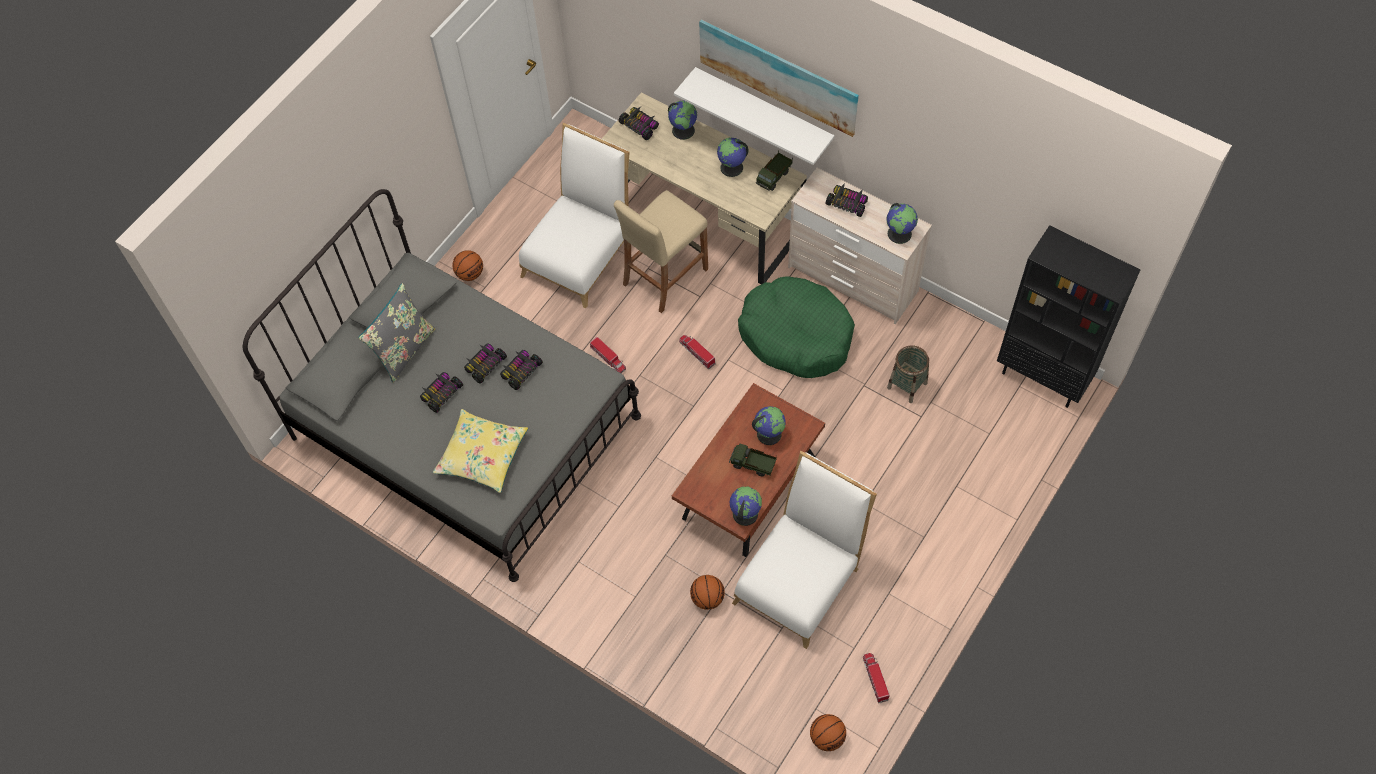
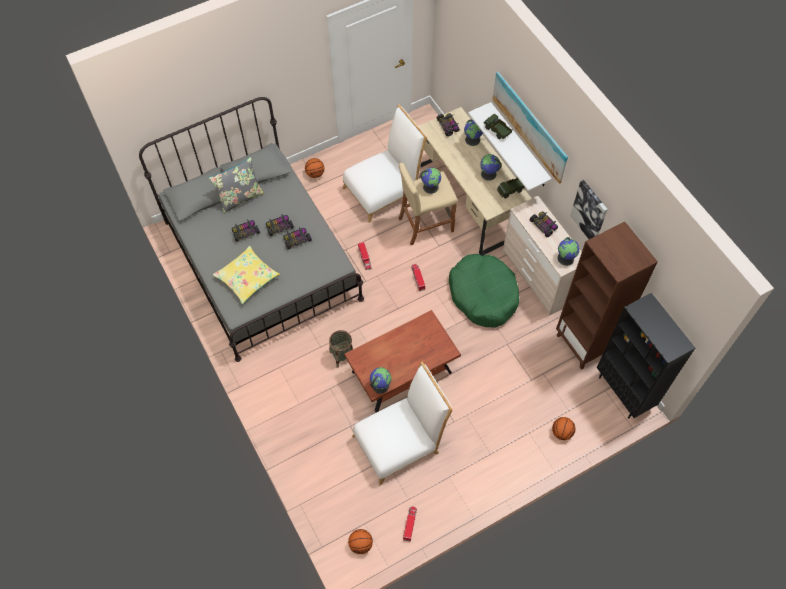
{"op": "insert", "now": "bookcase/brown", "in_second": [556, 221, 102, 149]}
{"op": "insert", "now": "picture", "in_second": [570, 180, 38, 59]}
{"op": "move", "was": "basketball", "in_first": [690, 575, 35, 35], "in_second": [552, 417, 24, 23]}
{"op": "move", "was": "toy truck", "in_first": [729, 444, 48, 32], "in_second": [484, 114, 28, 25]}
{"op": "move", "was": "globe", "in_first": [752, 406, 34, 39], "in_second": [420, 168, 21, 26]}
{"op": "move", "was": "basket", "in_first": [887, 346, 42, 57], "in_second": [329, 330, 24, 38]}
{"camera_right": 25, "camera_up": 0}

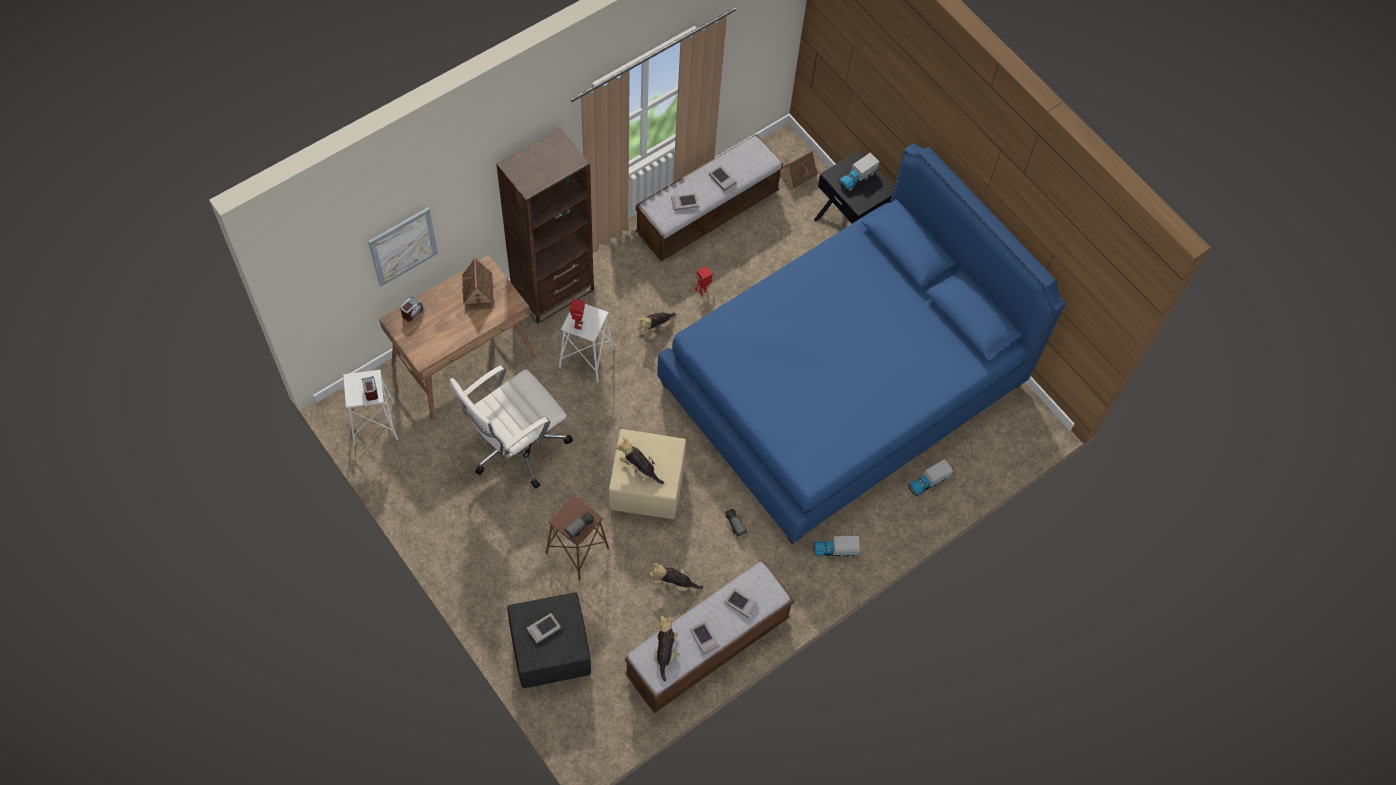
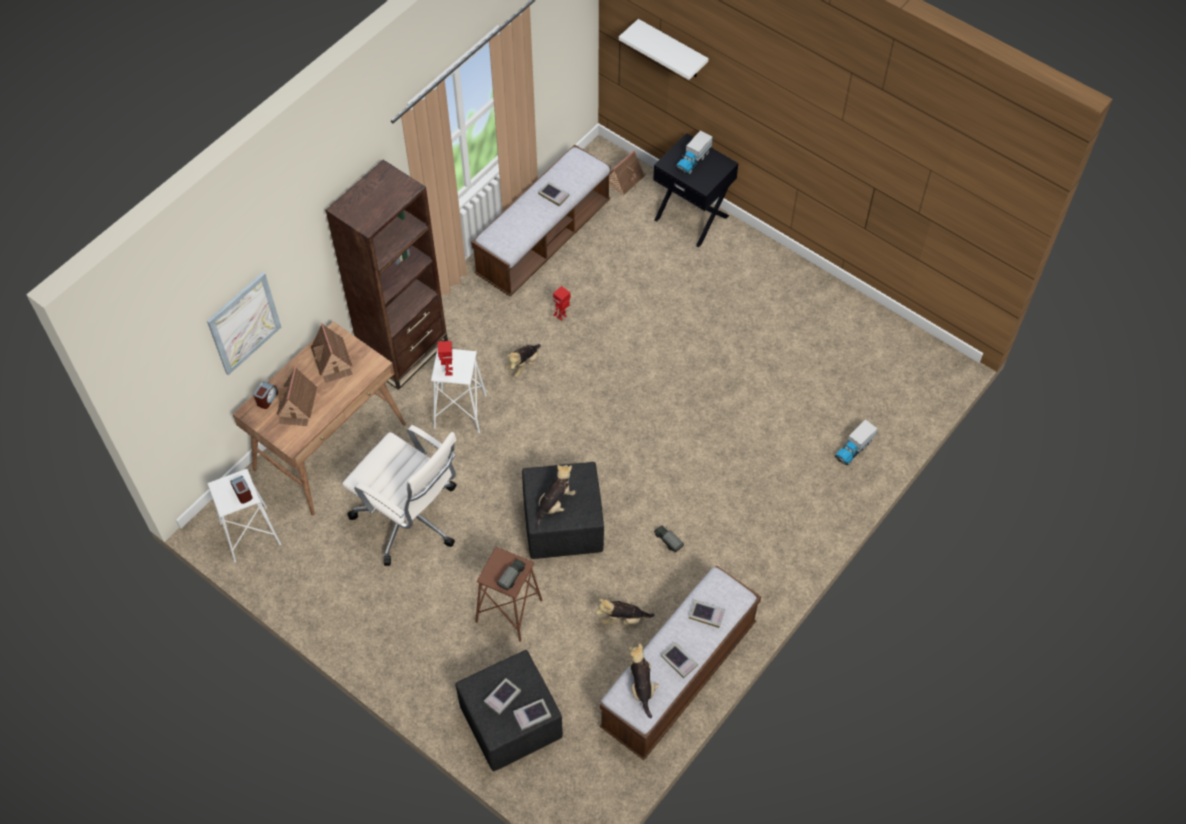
{"op": "delete", "was": "bed/blue", "in_first": [657, 144, 409, 400]}
{"op": "delete", "was": "toy truck", "in_first": [813, 536, 47, 22]}
{"op": "insert", "now": "toy house", "in_second": [277, 366, 40, 60]}
{"op": "insert", "now": "shelf/white", "in_second": [619, 19, 90, 61]}
{"op": "move", "was": "book", "in_first": [671, 193, 28, 18], "in_second": [513, 698, 38, 32]}
{"op": "recolor", "was": "ottoman/beige", "now": "ottoman/black", "in_first": [609, 429, 77, 90], "in_second": [522, 462, 82, 97]}
{"op": "rotate", "was": "office chair/white", "in_first": [450, 365, 123, 123], "in_second": [342, 425, 115, 141], "clockwise": -90}
{"op": "rotate", "was": "plush toy", "in_first": [616, 438, 48, 46], "in_second": [536, 465, 40, 62], "clockwise": 105}
{"camera_right": -10, "camera_up": -5}

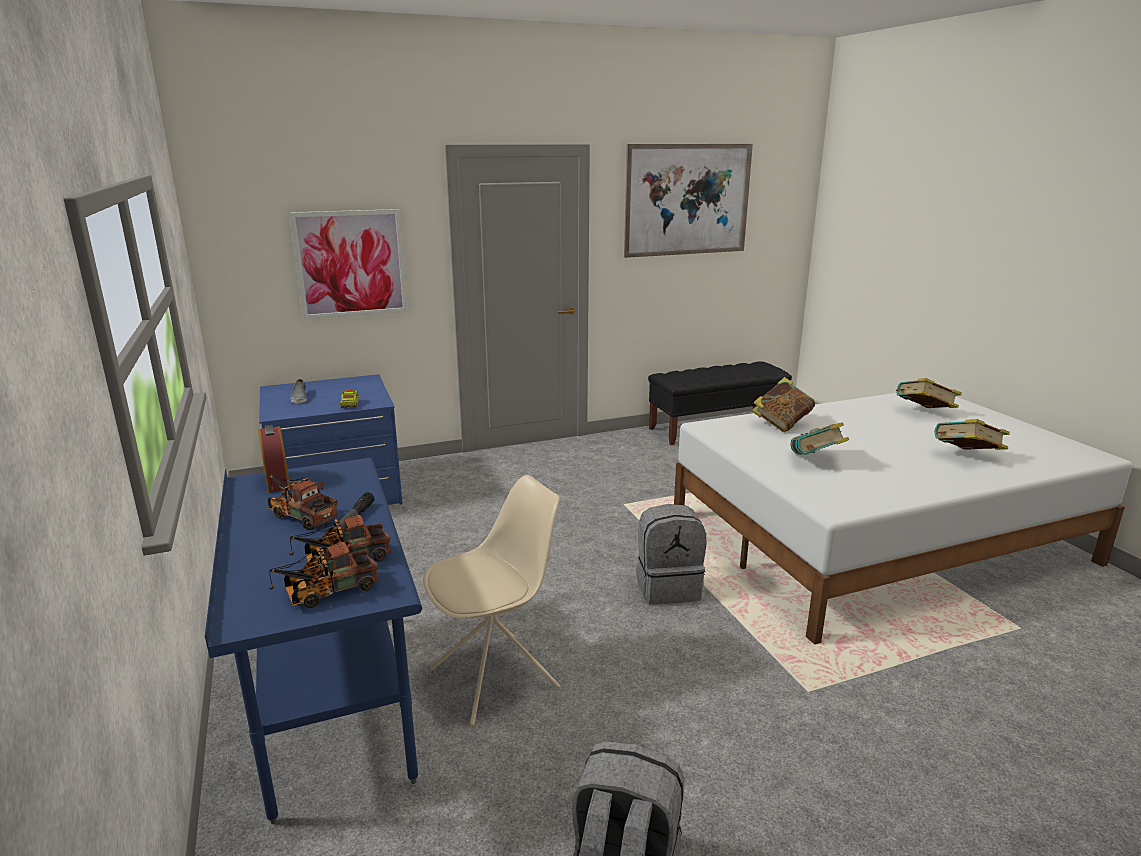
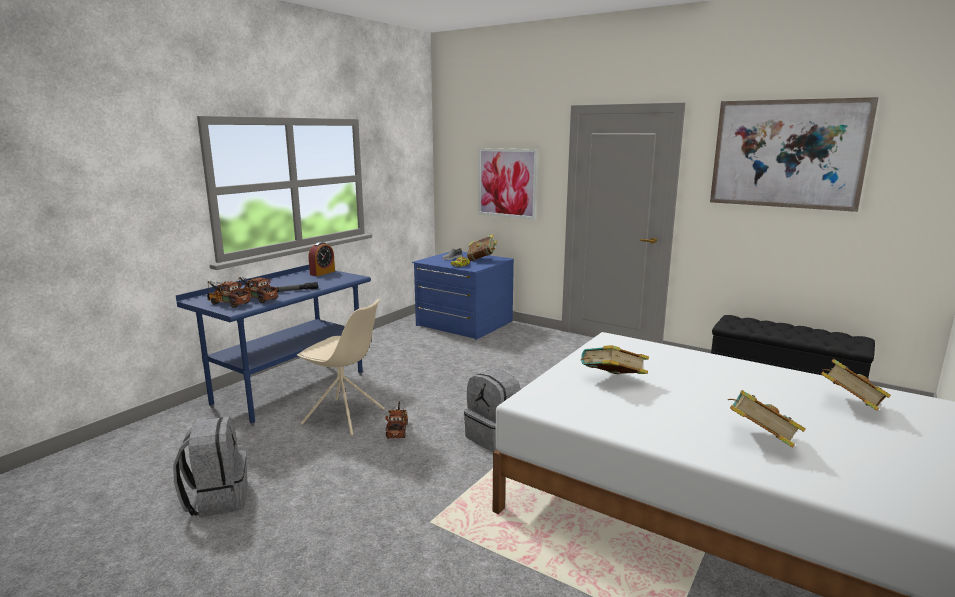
{"op": "move", "was": "toy truck", "in_first": [268, 474, 70, 56], "in_second": [385, 400, 23, 39]}
{"op": "move", "was": "book", "in_first": [752, 377, 63, 55], "in_second": [467, 234, 30, 27]}
{"camera_right": 55, "camera_up": -5}

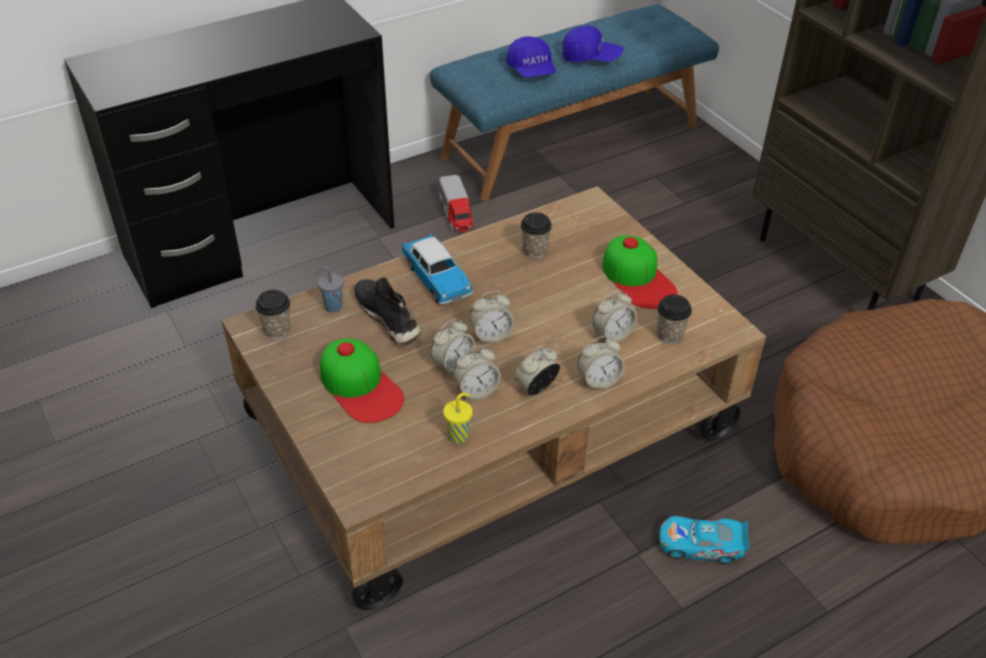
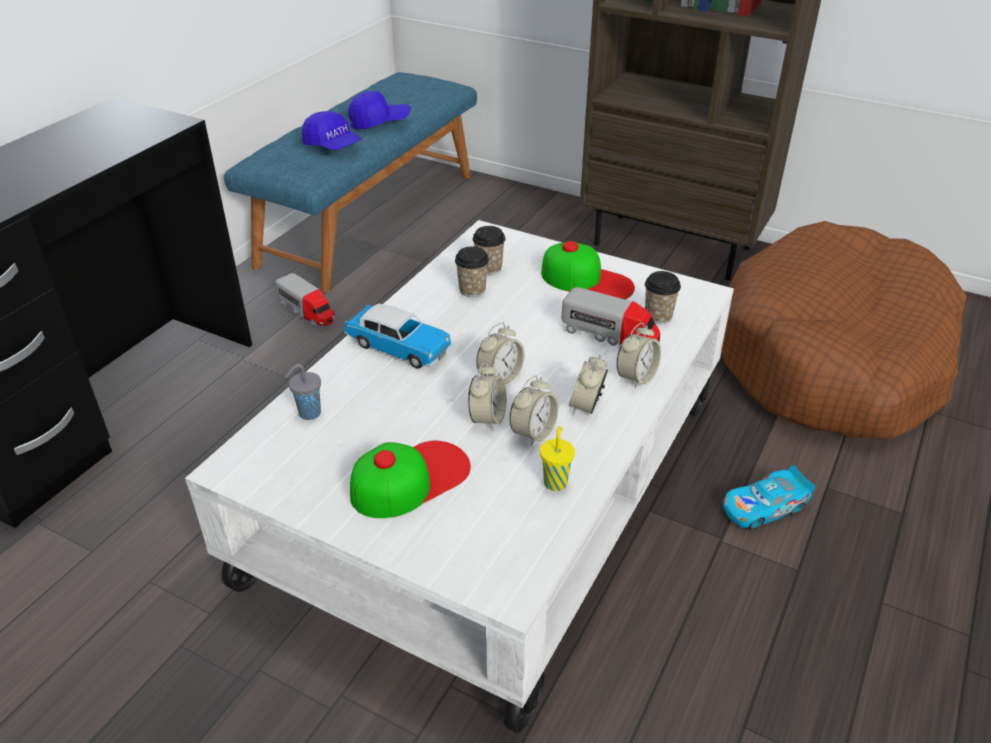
{"op": "delete", "was": "shoe/black", "in_first": [354, 277, 67, 69]}
{"op": "move", "was": "cup", "in_first": [256, 290, 35, 49], "in_second": [473, 226, 33, 49]}
{"op": "replace", "was": "alarm clock", "now": "toy truck", "in_first": [593, 290, 44, 52], "in_second": [562, 287, 98, 59]}
{"op": "recolor", "was": "coffee table/brown", "now": "coffee table/white", "in_first": [222, 186, 544, 424], "in_second": [185, 220, 549, 514]}
{"op": "rotate", "was": "cap", "in_first": [320, 339, 84, 84], "in_second": [350, 441, 121, 77], "clockwise": -60}
{"camera_right": -30, "camera_up": -5}

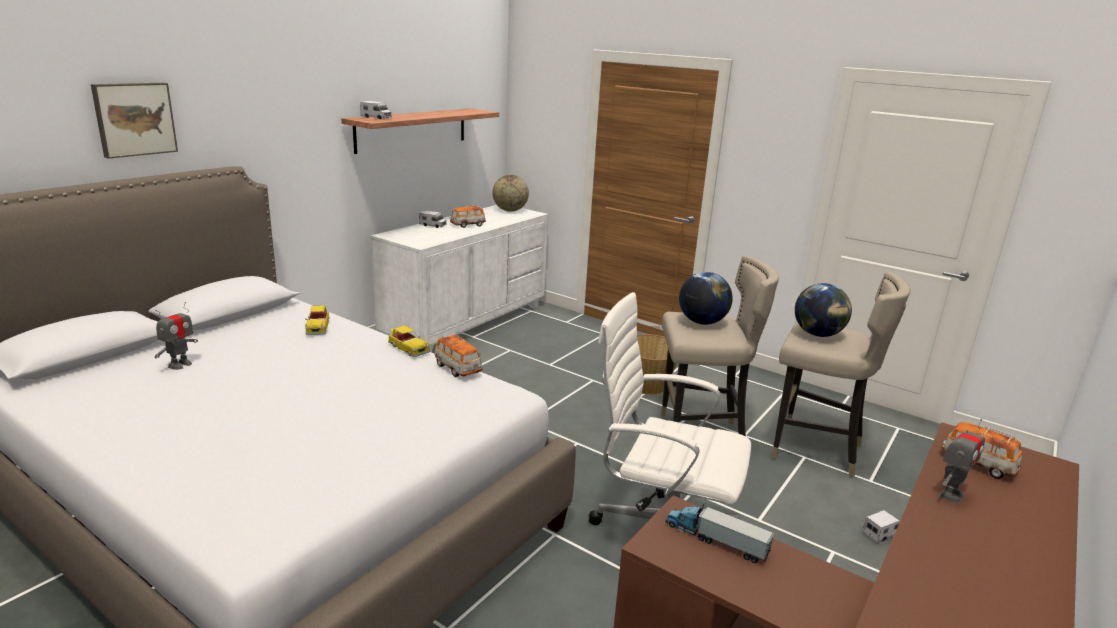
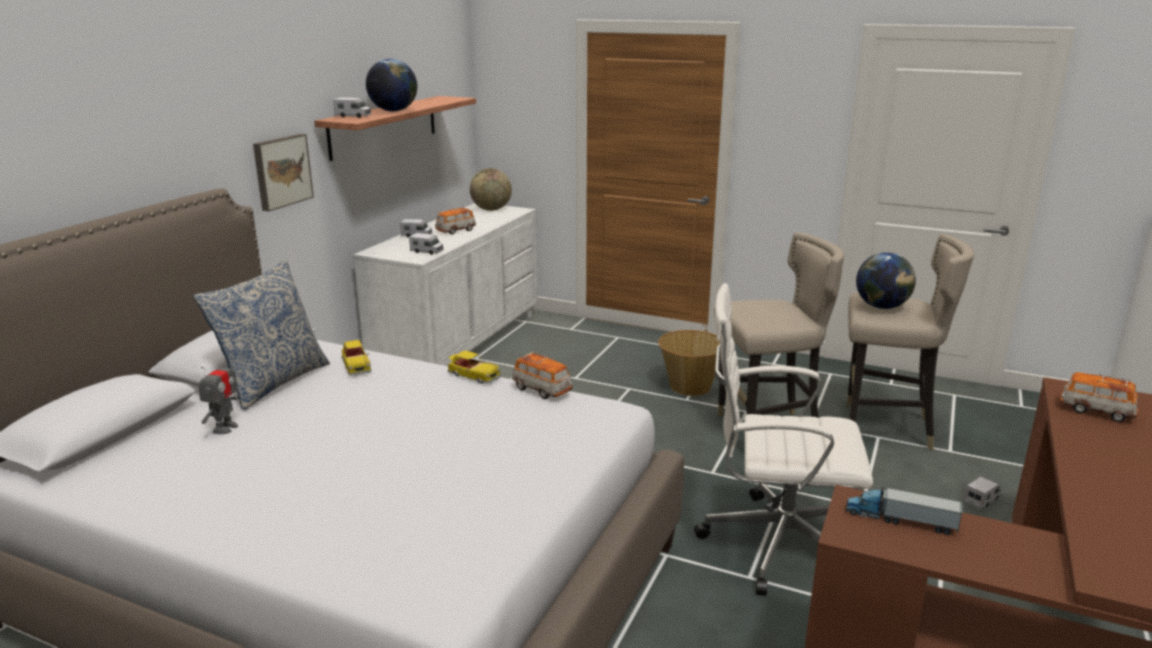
{"op": "delete", "was": "toy robot", "in_first": [939, 419, 46, 83]}
{"op": "insert", "now": "pillow", "in_second": [193, 260, 137, 150]}
{"op": "insert", "now": "toy truck", "in_second": [409, 233, 35, 22]}
{"op": "move", "was": "picture", "in_first": [91, 83, 87, 76], "in_second": [253, 134, 61, 78]}
{"op": "move", "was": "globe", "in_first": [679, 272, 54, 53], "in_second": [366, 59, 51, 52]}
{"camera_right": -10, "camera_up": 0}

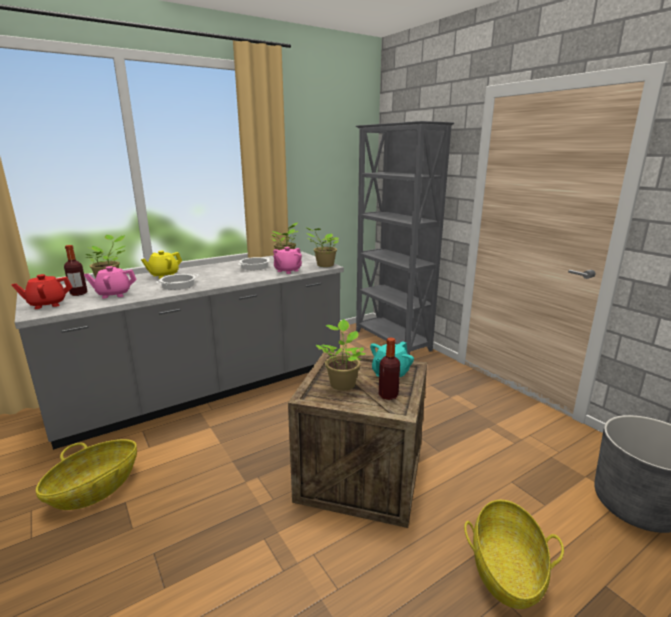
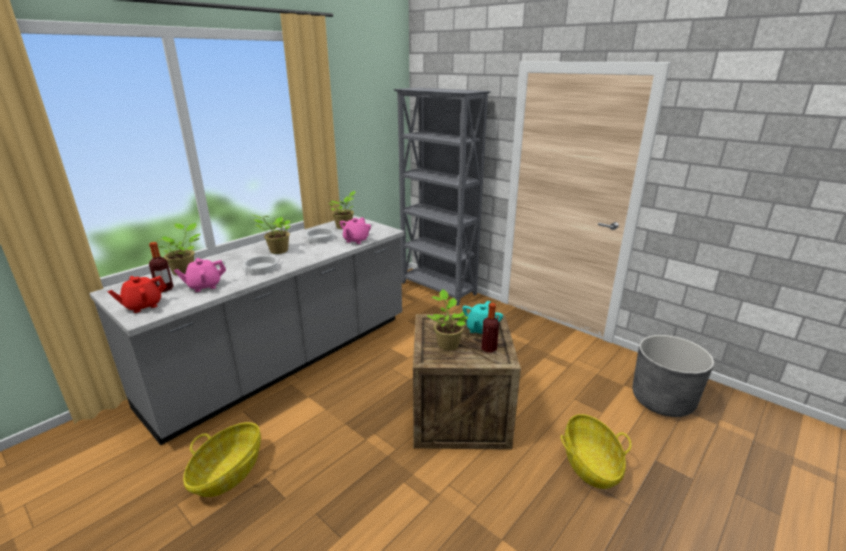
{"op": "delete", "was": "teapot/yellow", "in_first": [141, 251, 41, 28]}
{"op": "move", "was": "potted plant", "in_first": [306, 227, 33, 40], "in_second": [253, 215, 37, 39]}
{"camera_right": -15, "camera_up": 5}

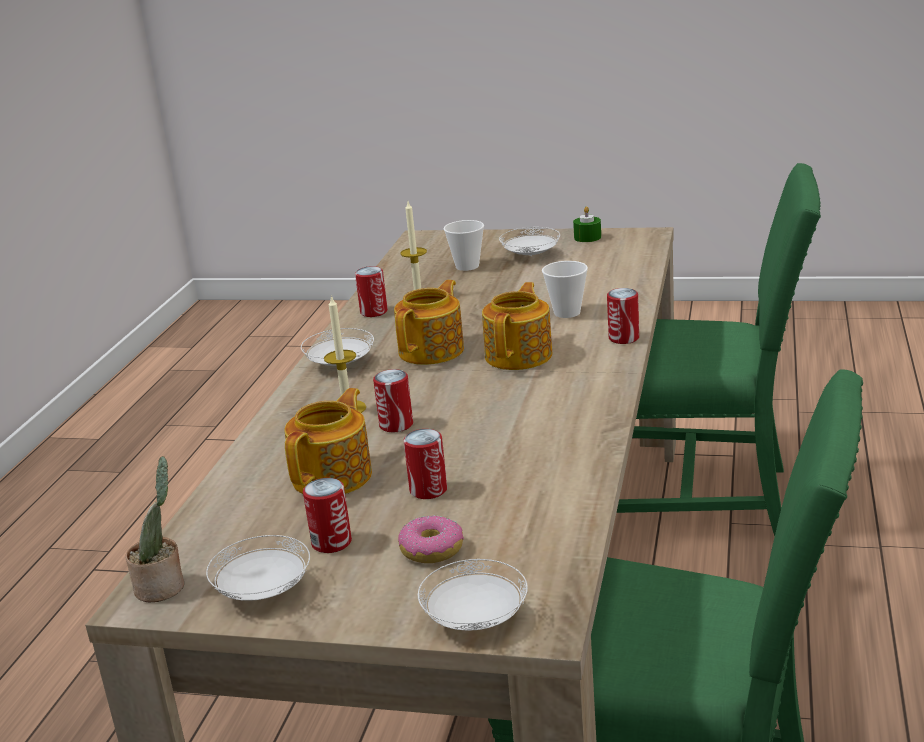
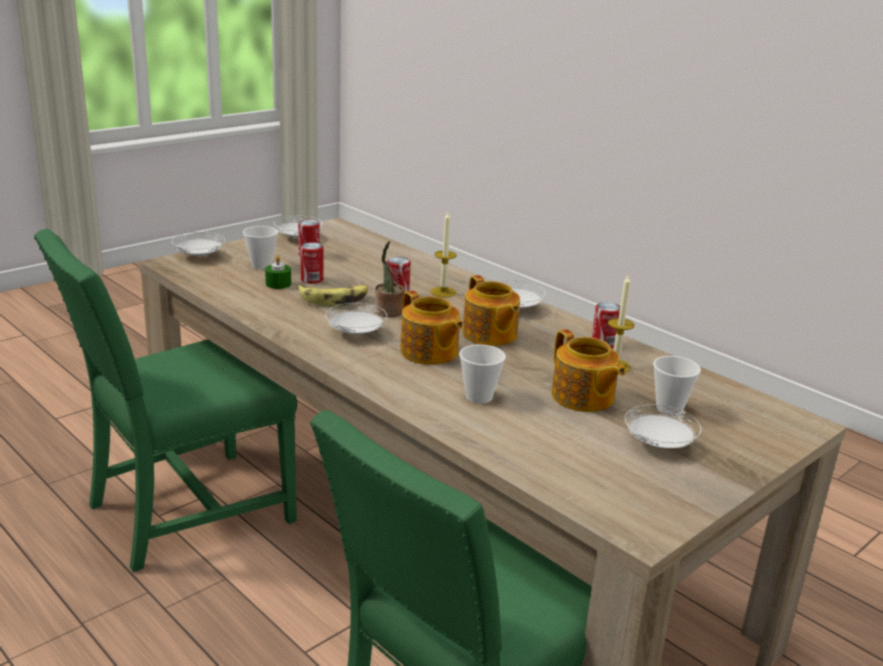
{"op": "delete", "was": "can", "in_first": [607, 288, 32, 56]}
{"op": "insert", "now": "banana", "in_second": [297, 285, 71, 22]}
{"op": "insert", "now": "plate/white", "in_second": [325, 303, 62, 31]}
{"op": "move", "was": "potted plant", "in_first": [126, 456, 58, 146], "in_second": [375, 241, 29, 76]}
{"op": "move", "was": "teapot", "in_first": [285, 388, 87, 106], "in_second": [552, 329, 73, 83]}
{"op": "move", "was": "candle/green", "in_first": [573, 206, 28, 36], "in_second": [265, 255, 26, 34]}
{"op": "replace", "was": "donut", "now": "cup", "in_first": [398, 515, 66, 48], "in_second": [243, 226, 35, 43]}
{"camera_right": 120, "camera_up": 0}

